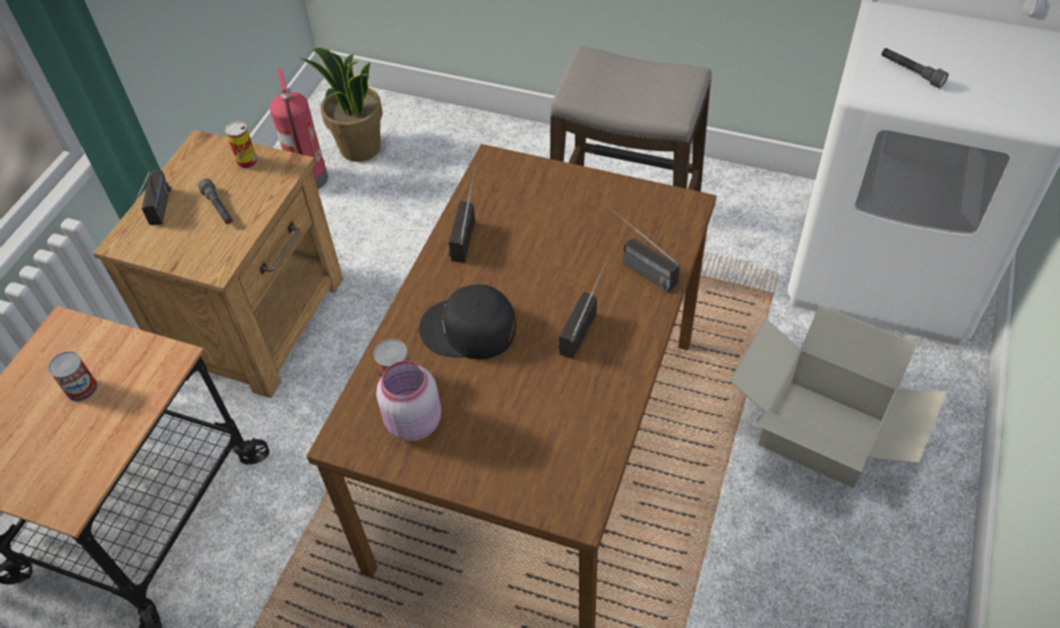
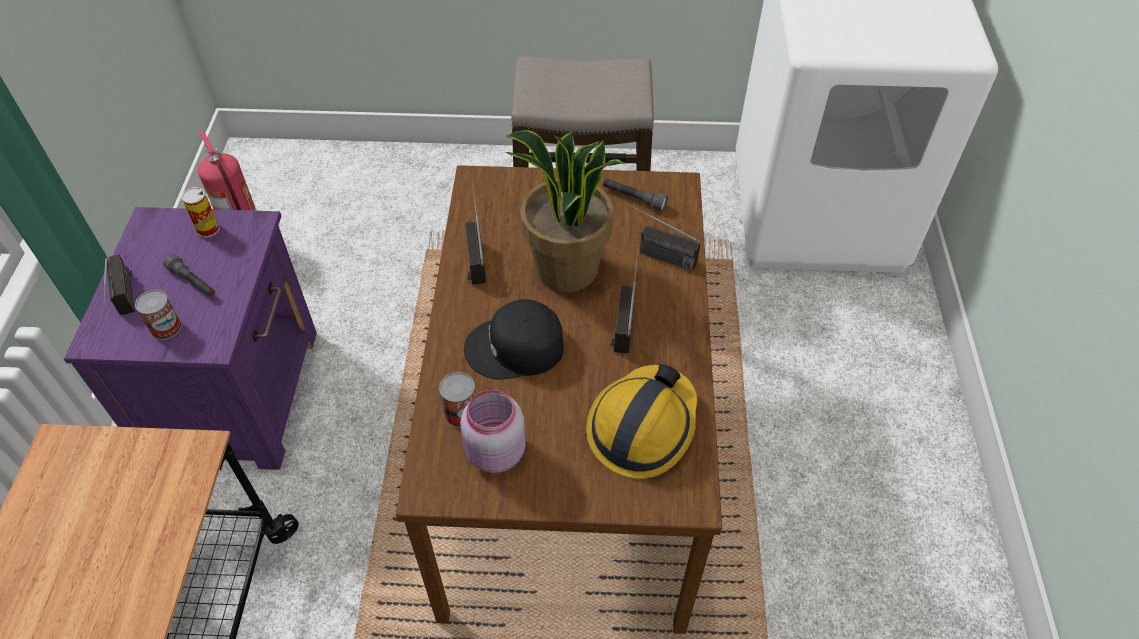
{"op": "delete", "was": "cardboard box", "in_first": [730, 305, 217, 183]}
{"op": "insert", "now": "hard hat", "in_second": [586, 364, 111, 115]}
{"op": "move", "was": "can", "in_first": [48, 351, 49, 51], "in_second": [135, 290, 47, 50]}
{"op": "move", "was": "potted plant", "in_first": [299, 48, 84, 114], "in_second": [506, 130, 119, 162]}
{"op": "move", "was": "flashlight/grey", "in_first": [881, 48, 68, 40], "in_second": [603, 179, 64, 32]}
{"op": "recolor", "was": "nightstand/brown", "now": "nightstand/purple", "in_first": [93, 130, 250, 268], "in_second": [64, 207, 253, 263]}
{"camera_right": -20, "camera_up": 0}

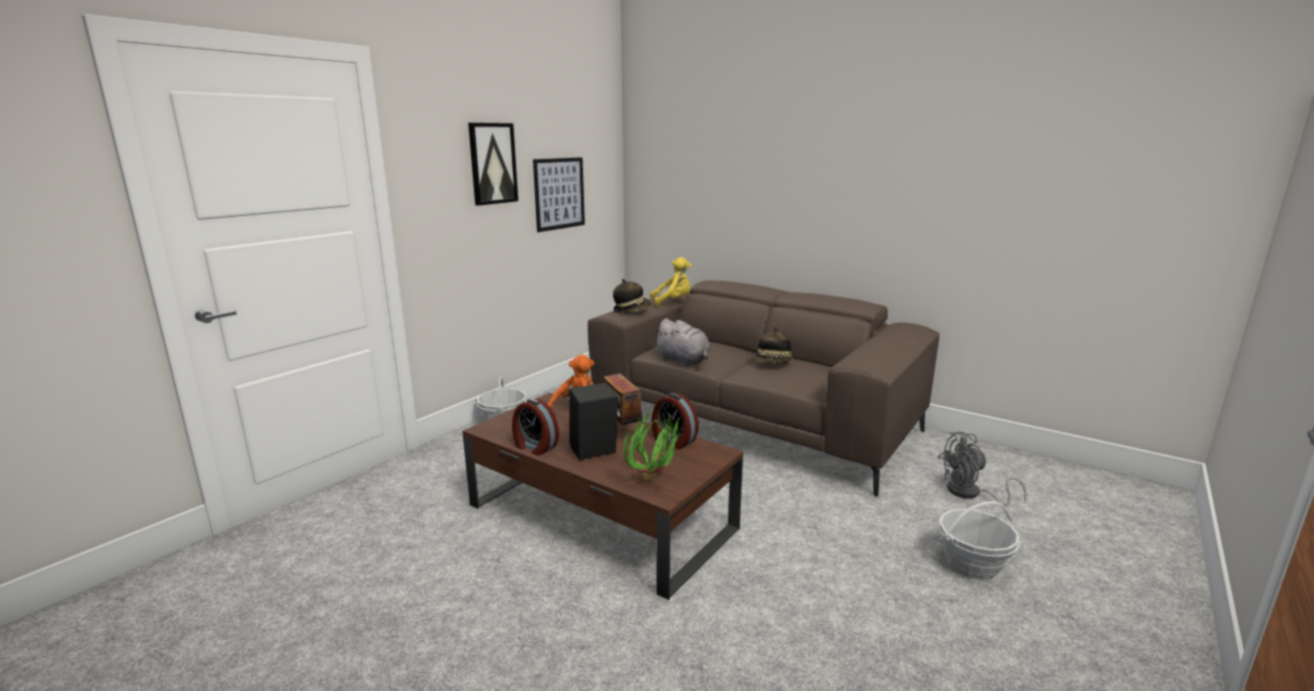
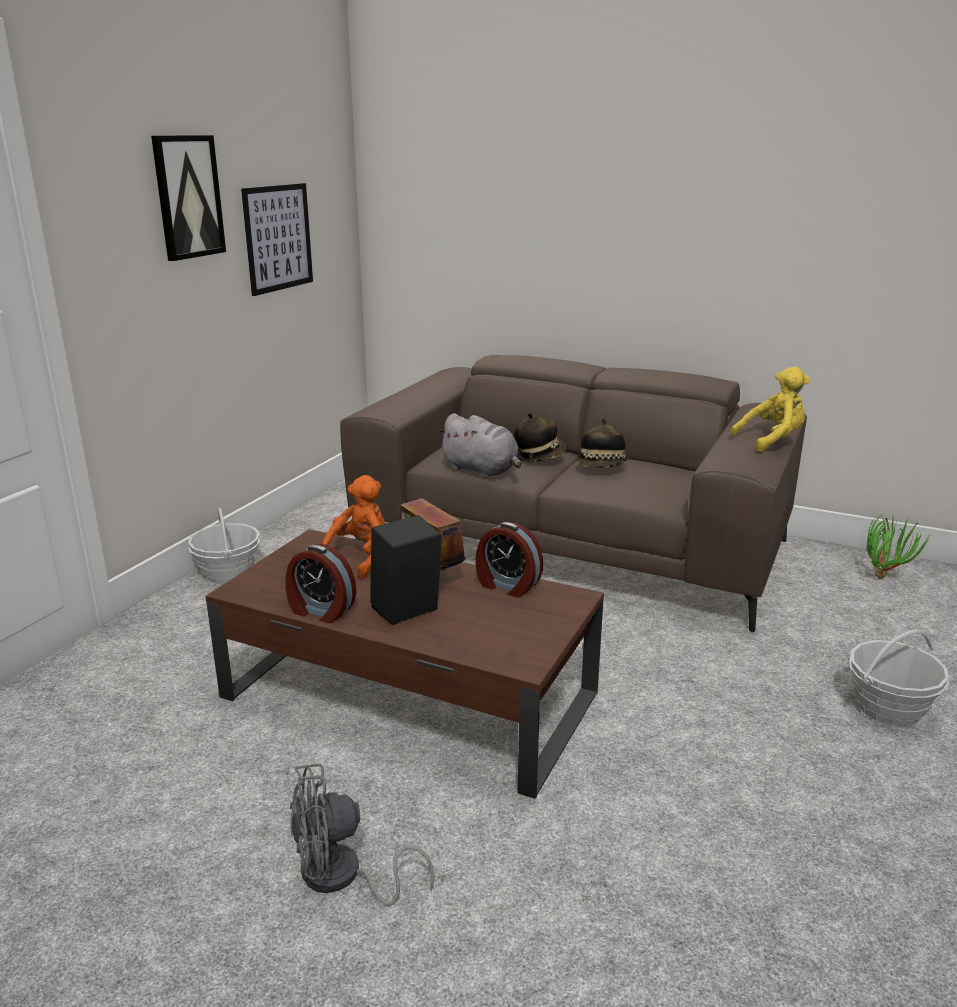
{"op": "move", "was": "hat", "in_first": [613, 279, 38, 34], "in_second": [514, 413, 53, 49]}
{"op": "move", "was": "potted plant", "in_first": [624, 410, 61, 72], "in_second": [867, 513, 64, 66]}
{"op": "move", "was": "plush toy/yellow", "in_first": [650, 257, 41, 49], "in_second": [730, 367, 80, 85]}
{"op": "move", "was": "fan/grey", "in_first": [938, 432, 89, 74], "in_second": [290, 764, 145, 142]}
{"camera_right": -10, "camera_up": 5}

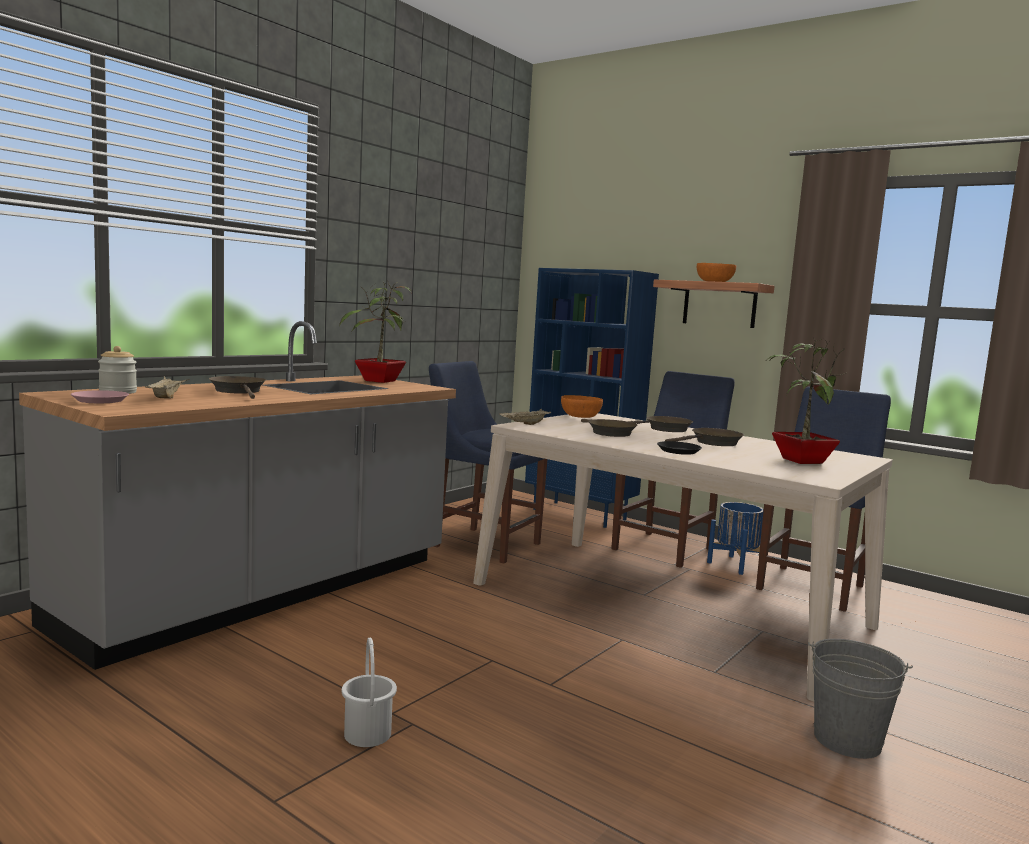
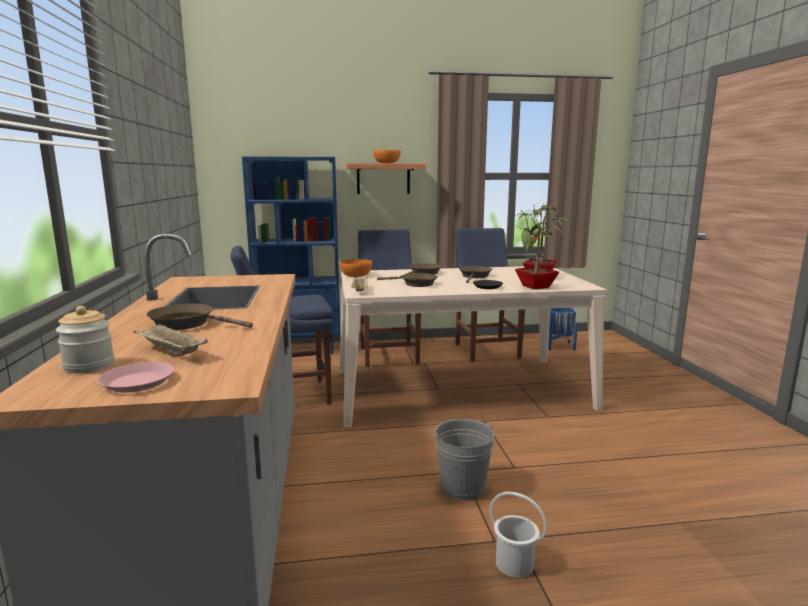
{"op": "move", "was": "potted plant", "in_first": [339, 280, 74, 103], "in_second": [515, 203, 56, 86]}
{"op": "move", "was": "planter/blue", "in_first": [707, 502, 57, 73], "in_second": [548, 308, 30, 43]}
{"op": "move", "was": "bucket/grey", "in_first": [808, 639, 105, 120], "in_second": [432, 419, 62, 81]}
{"camera_right": -45, "camera_up": 5}

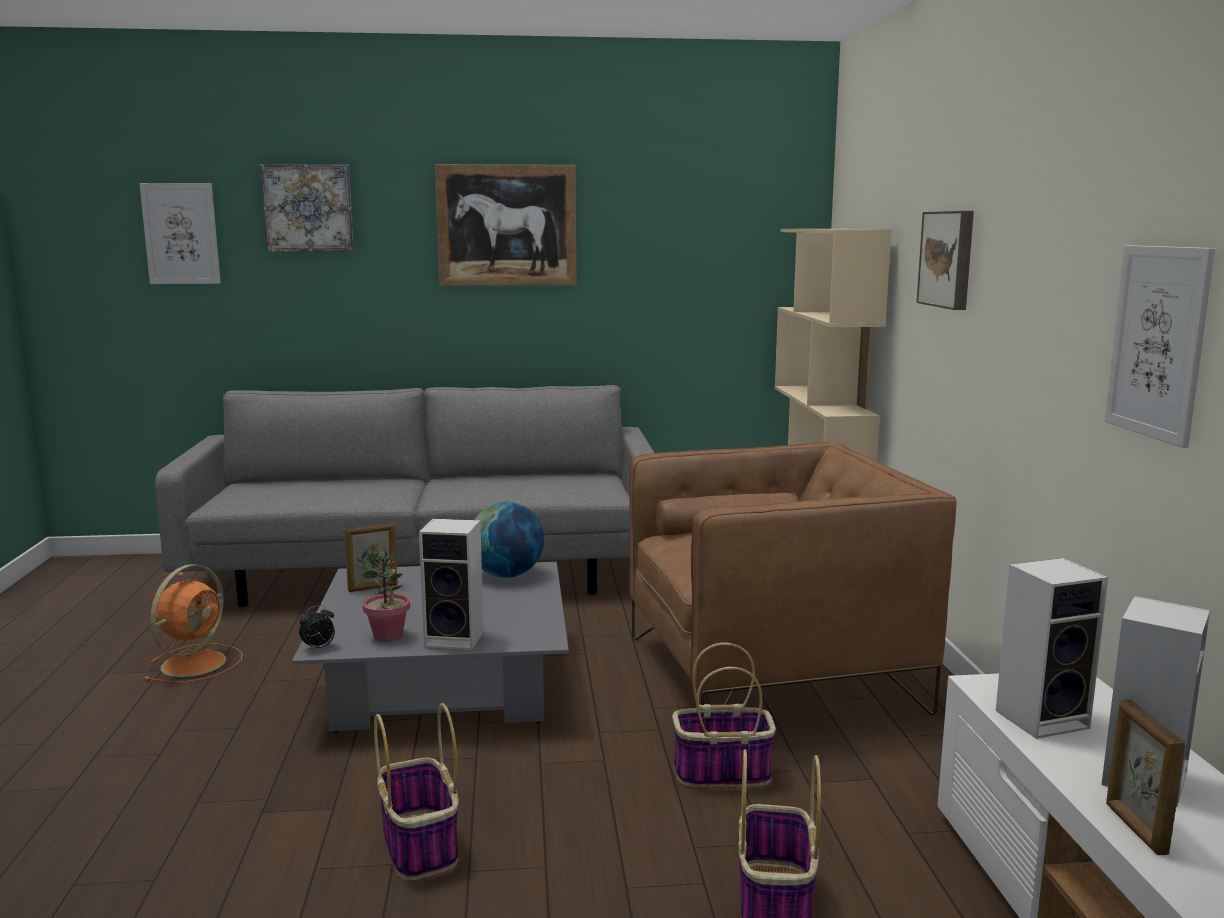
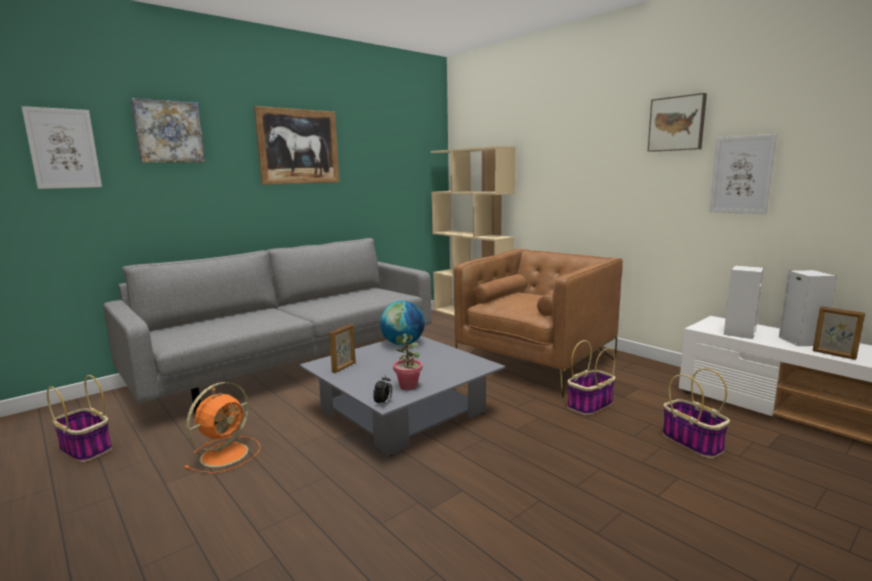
{"op": "delete", "was": "speaker", "in_first": [419, 519, 65, 131]}
{"op": "move", "was": "basket", "in_first": [374, 703, 85, 178], "in_second": [47, 375, 65, 87]}
{"op": "move", "was": "picture", "in_first": [917, 211, 57, 99], "in_second": [648, 93, 59, 59]}
{"op": "rotate", "was": "fan/orange", "in_first": [143, 564, 100, 118], "in_second": [185, 382, 76, 91], "clockwise": 45}
{"camera_right": -35, "camera_up": 0}

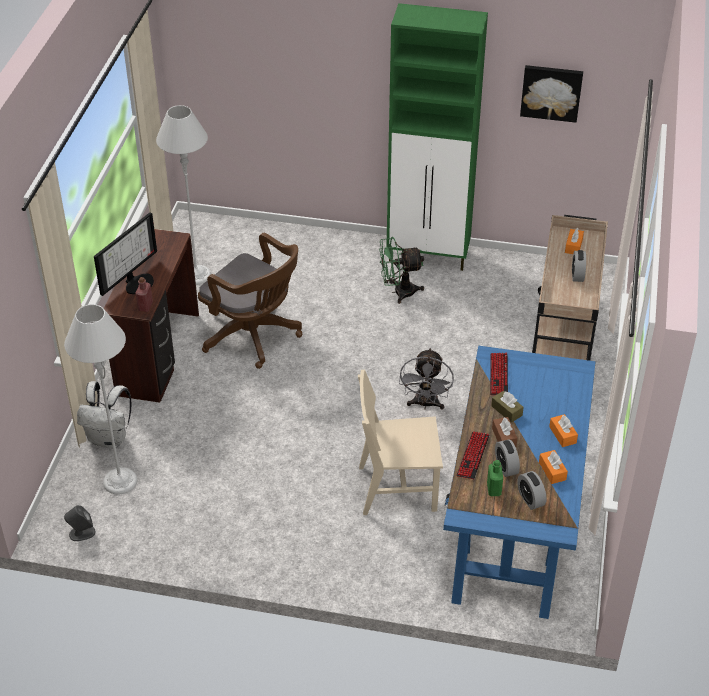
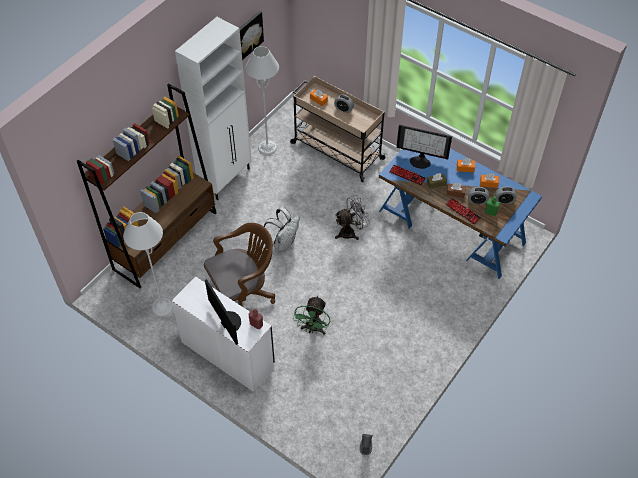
{"op": "delete", "was": "chair/beige", "in_first": [358, 370, 85, 145]}
{"op": "insert", "now": "bookcase/brown", "in_second": [77, 83, 139, 205]}
{"op": "insert", "now": "monitor", "in_second": [397, 125, 55, 44]}
{"op": "move", "was": "floor lamp/grey", "in_first": [64, 304, 74, 191], "in_second": [245, 46, 34, 109]}
{"op": "move", "was": "backpack/white", "in_first": [77, 381, 54, 67], "in_second": [264, 207, 36, 44]}
{"op": "move", "was": "fan/green", "in_first": [379, 237, 45, 67], "in_second": [293, 296, 37, 39]}
{"op": "recolor", "was": "desk/brown", "now": "desk/white", "in_first": [104, 229, 95, 174], "in_second": [172, 276, 103, 116]}
{"op": "recolor", "was": "cabinet/green", "now": "cabinet/white", "in_first": [386, 3, 102, 268], "in_second": [175, 17, 77, 183]}
{"op": "rotate", "was": "fan/grey", "in_first": [399, 348, 55, 62], "in_second": [335, 195, 35, 45], "clockwise": -60}
{"camera_right": -65, "camera_up": 10}

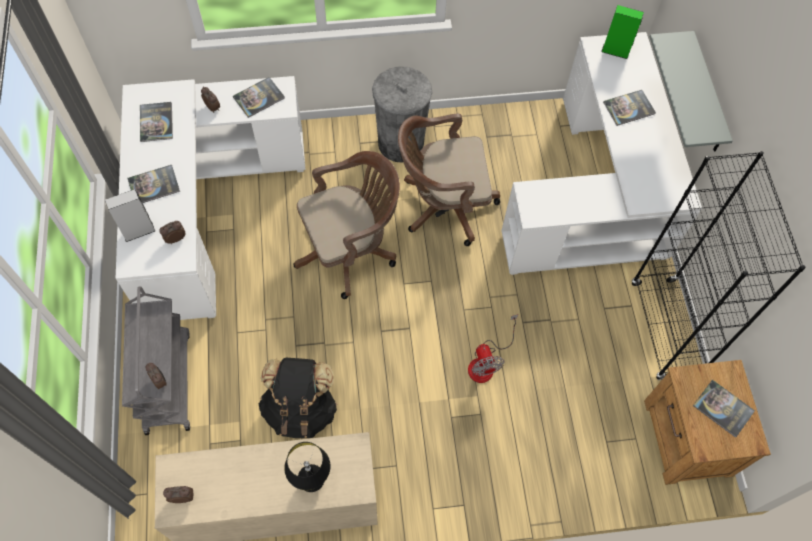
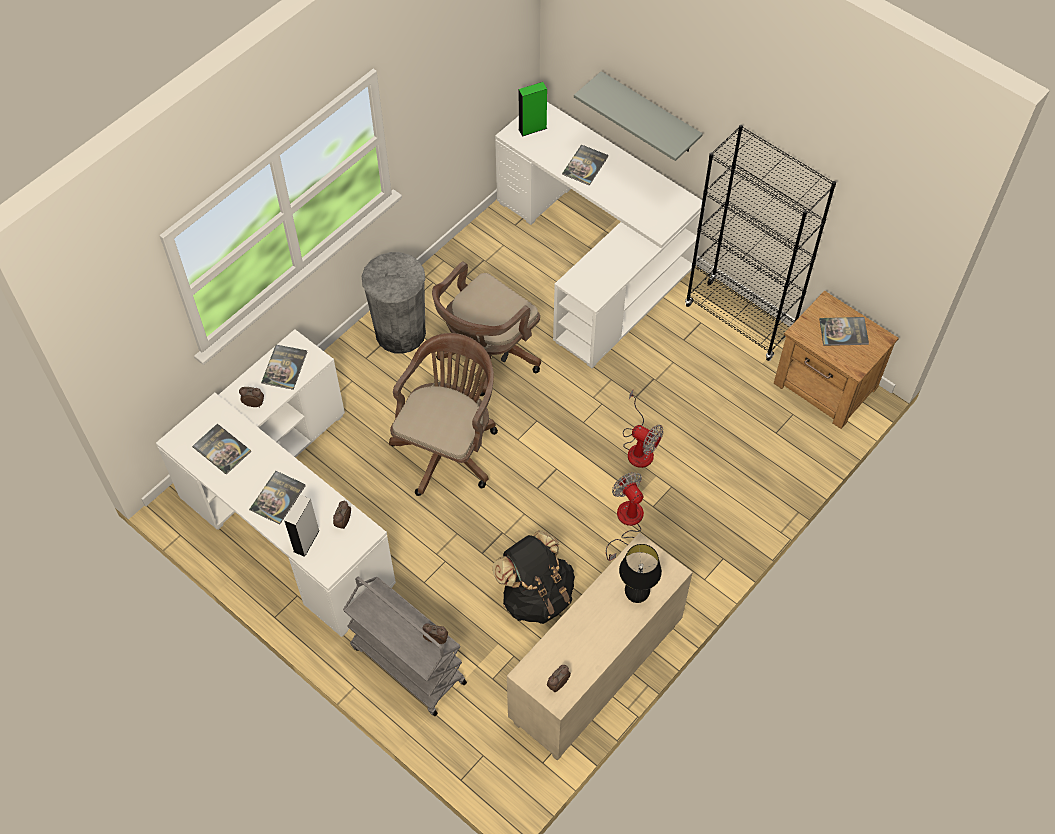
{"op": "insert", "now": "fan", "in_second": [606, 472, 38, 89]}
{"camera_right": -40, "camera_up": -5}

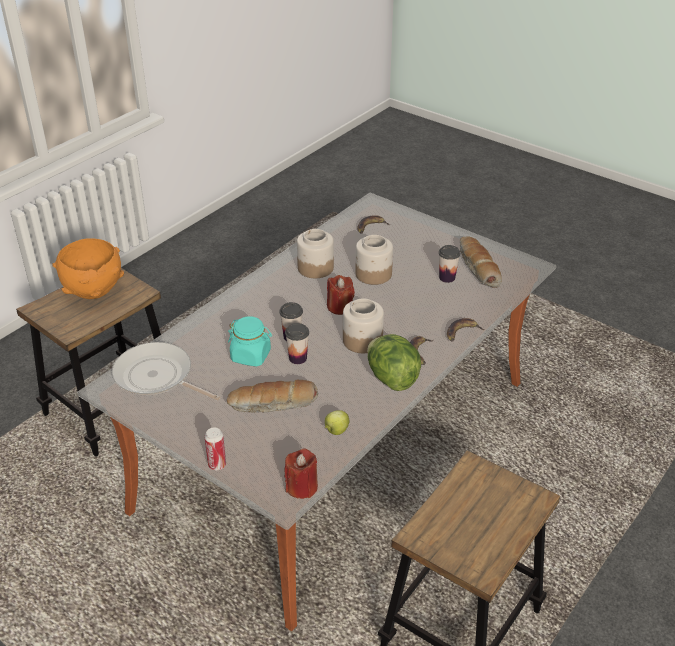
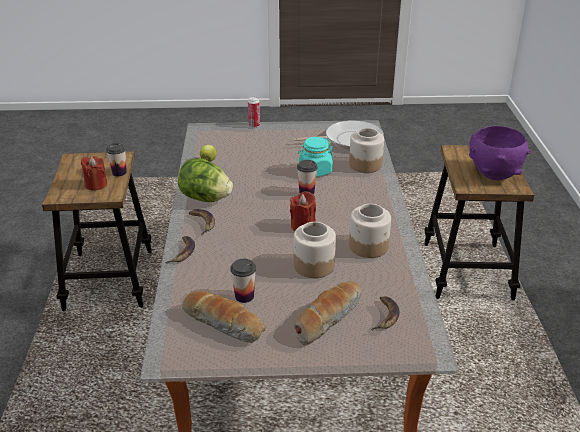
{"op": "move", "was": "bread", "in_first": [227, 380, 91, 33], "in_second": [294, 281, 68, 64]}
{"op": "move", "was": "cup", "in_first": [285, 323, 24, 41], "in_second": [106, 143, 21, 33]}
{"op": "move", "was": "candle/red", "in_first": [285, 448, 33, 51], "in_second": [81, 156, 26, 34]}
{"op": "move", "was": "jar", "in_first": [343, 298, 41, 55], "in_second": [349, 128, 35, 45]}
{"op": "recolor", "was": "bowl/orange", "now": "bowl/purple", "in_first": [52, 238, 72, 61], "in_second": [469, 126, 61, 54]}
{"camera_right": 140, "camera_up": -5}

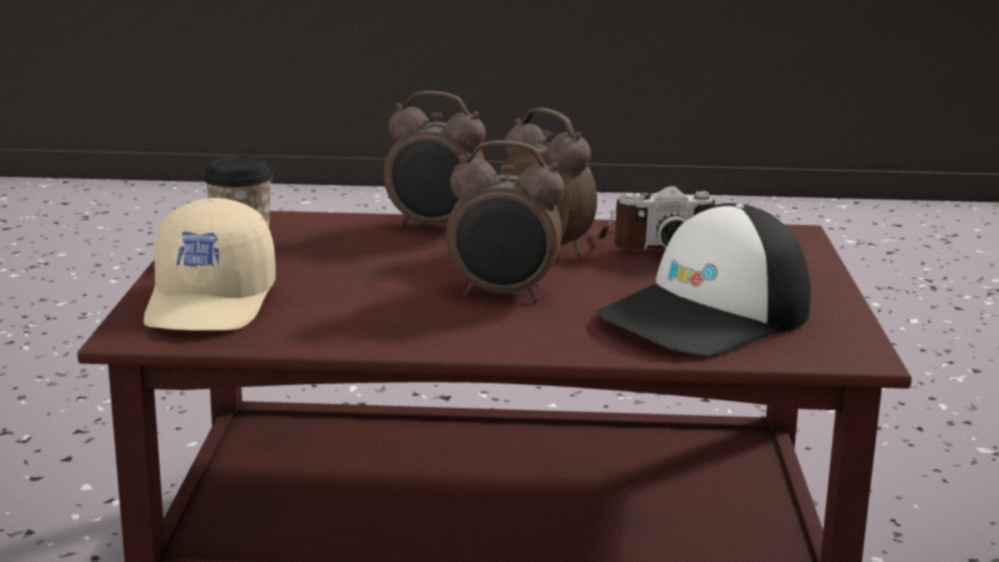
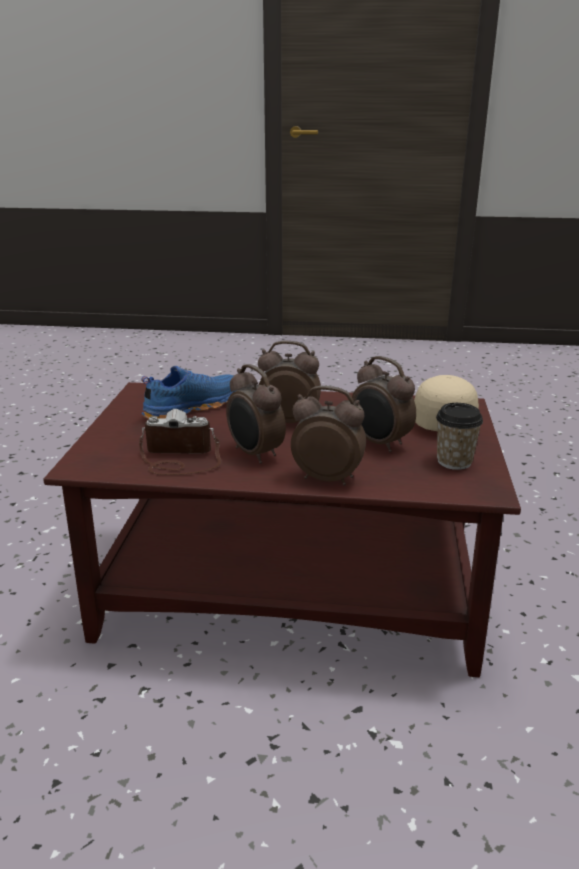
{"op": "insert", "now": "alarm clock", "in_second": [352, 356, 64, 96]}
{"op": "replace", "was": "cap", "now": "shoe/blue", "in_first": [596, 203, 215, 154], "in_second": [141, 366, 96, 53]}
{"camera_right": -175, "camera_up": 5}

